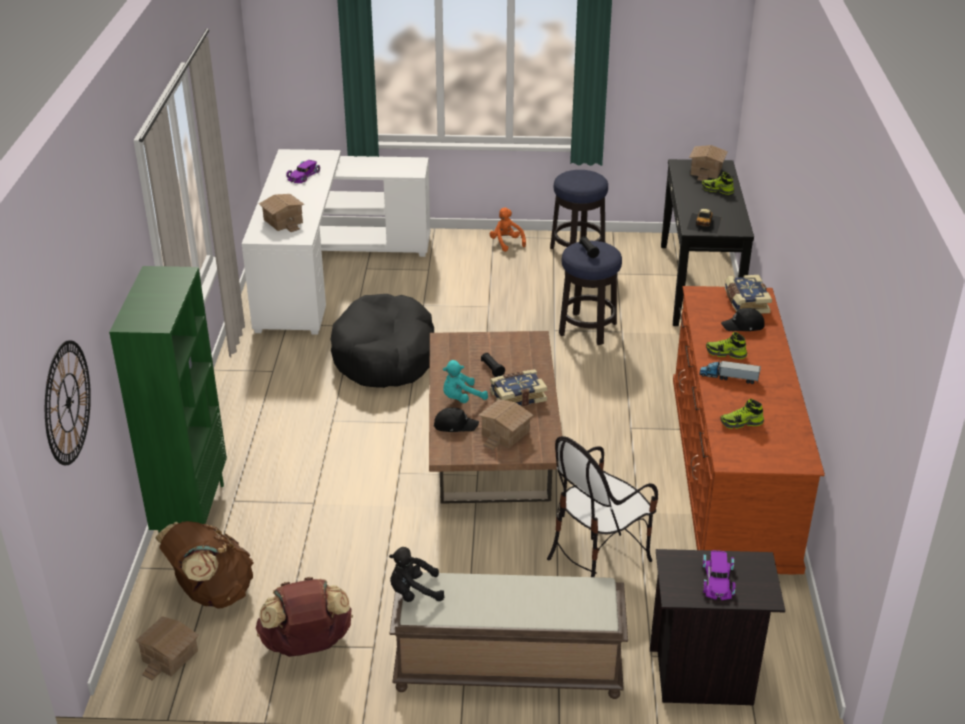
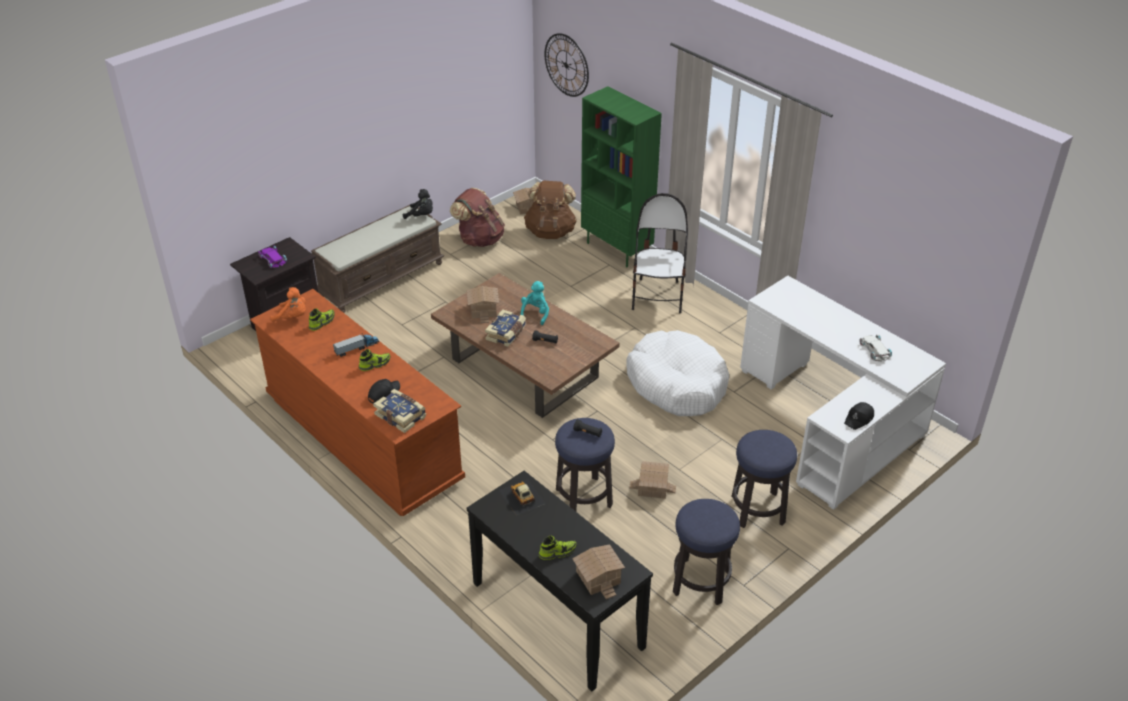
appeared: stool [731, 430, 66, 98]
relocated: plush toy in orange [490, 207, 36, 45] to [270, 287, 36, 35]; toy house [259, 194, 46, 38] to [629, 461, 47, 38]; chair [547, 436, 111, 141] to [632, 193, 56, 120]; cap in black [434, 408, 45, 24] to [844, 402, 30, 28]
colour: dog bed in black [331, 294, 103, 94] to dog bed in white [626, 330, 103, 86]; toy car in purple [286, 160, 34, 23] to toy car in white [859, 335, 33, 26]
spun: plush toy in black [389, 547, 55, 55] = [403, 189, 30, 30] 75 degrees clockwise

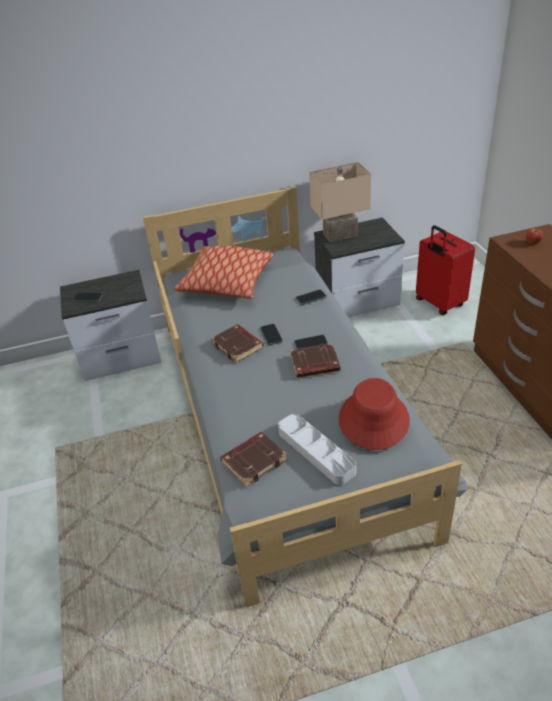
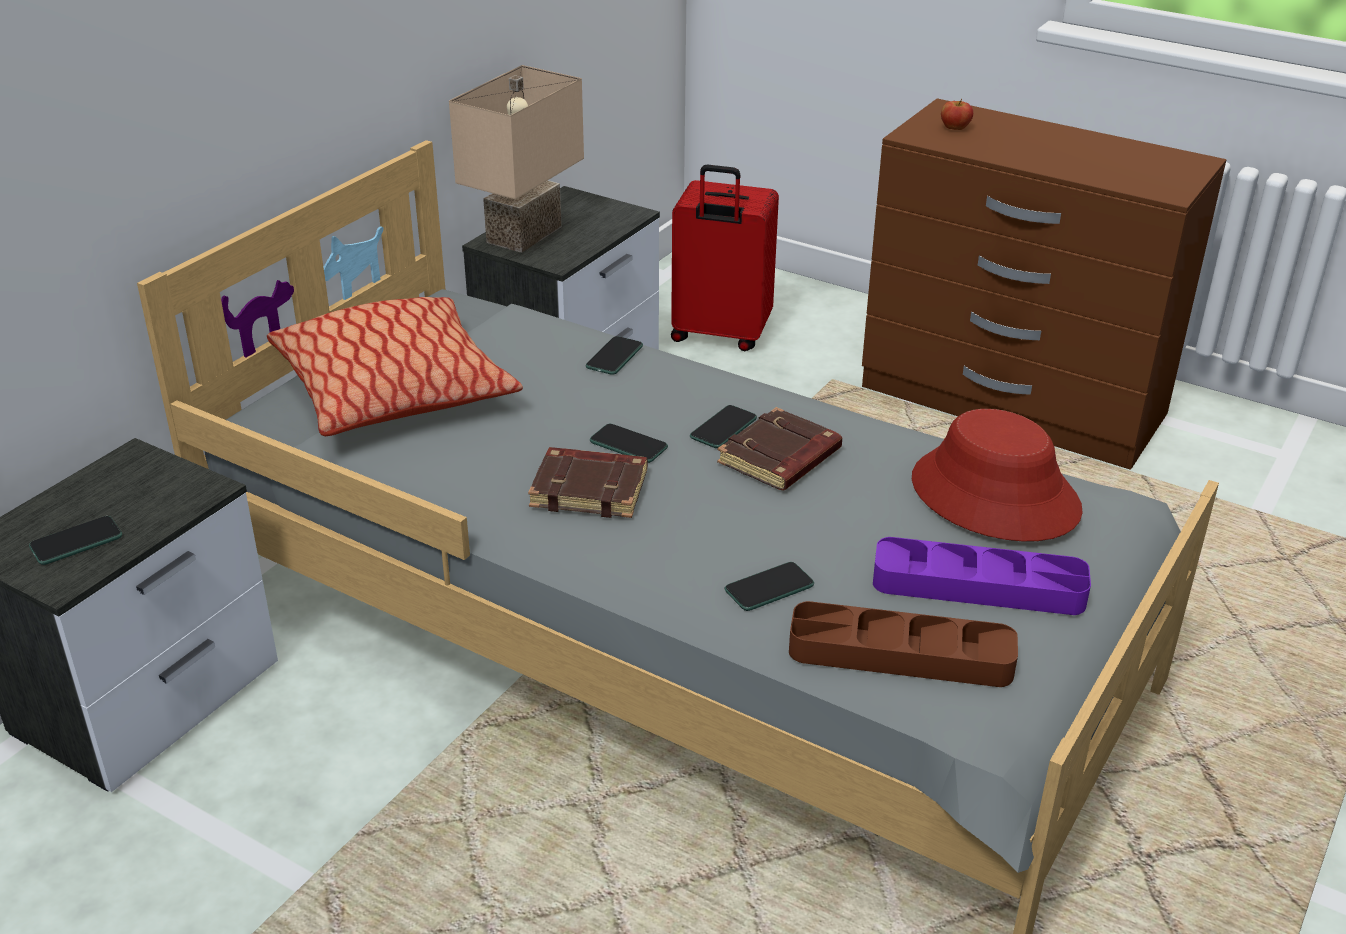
appeared: phone [725, 562, 89, 49]
exchanged: book in brown [220, 432, 67, 55] to tray in brown [789, 601, 229, 86]
colour: tray in grey [278, 414, 78, 71] to tray in purple [873, 537, 218, 78]

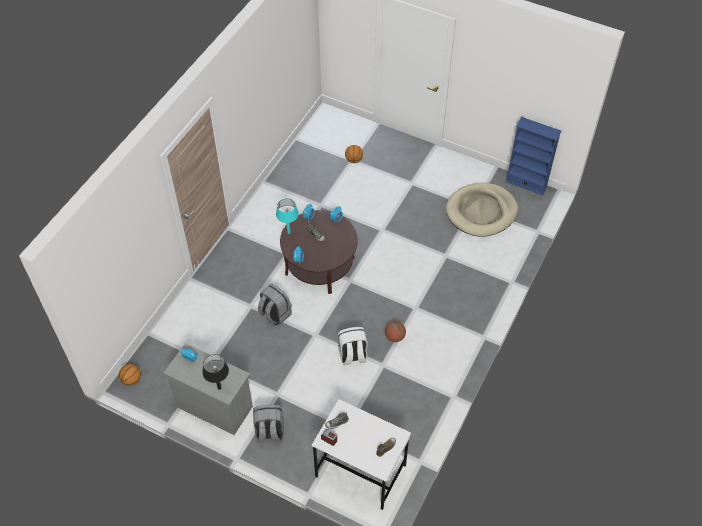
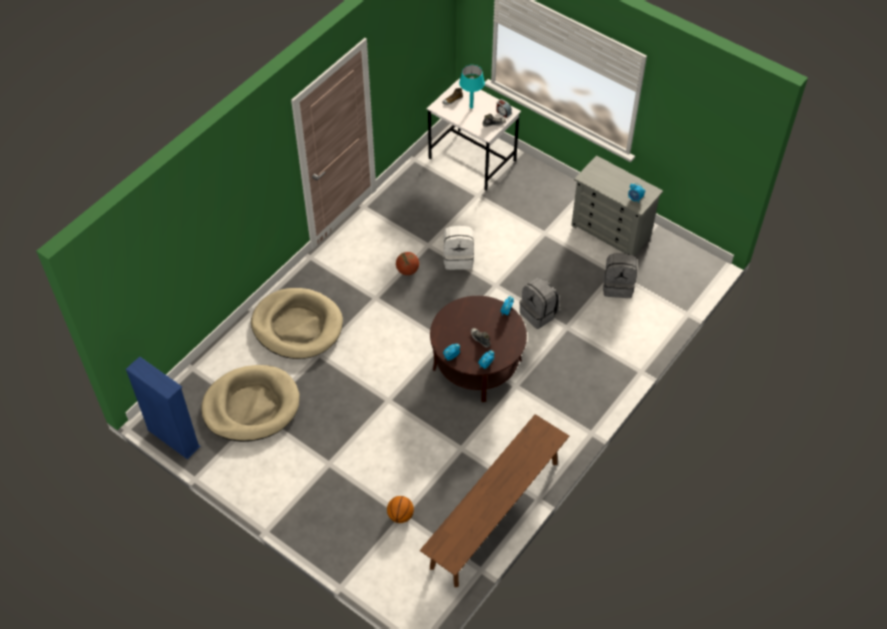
missing: basketball [119, 364, 22, 22]; table lamp in black [202, 354, 27, 36]
appeared: dog bed in beige [251, 288, 92, 71]; bench in brown [420, 414, 149, 173]
relocated: table lamp in turquoise [276, 198, 23, 36] to [459, 65, 26, 44]; backpack in grey [253, 405, 31, 37] to [603, 253, 34, 45]

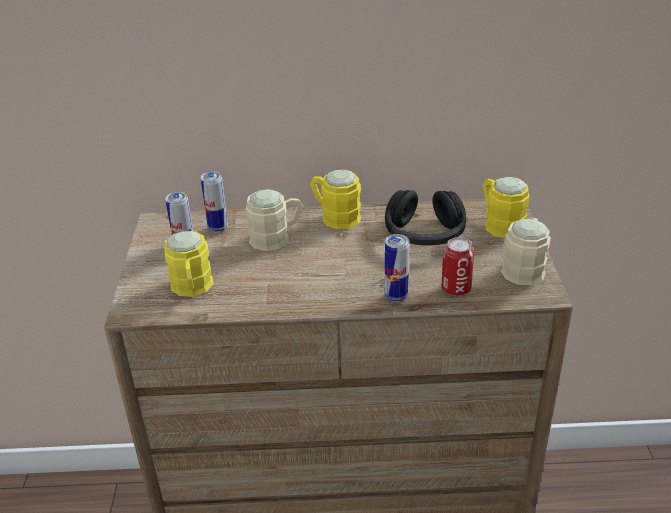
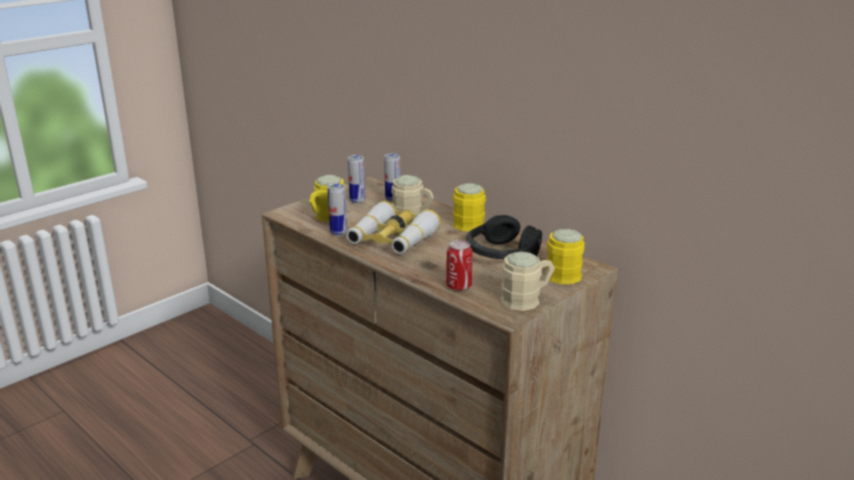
appeared: binoculars [346, 201, 95, 53]
relocated: can [385, 234, 24, 68] to [328, 183, 19, 53]

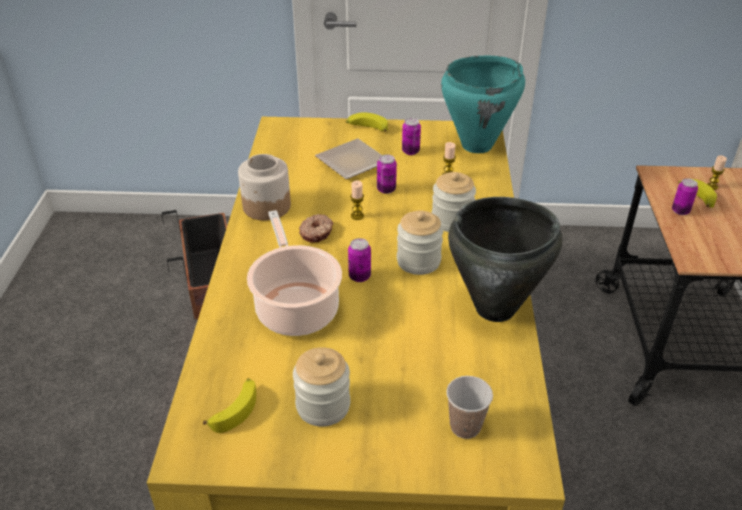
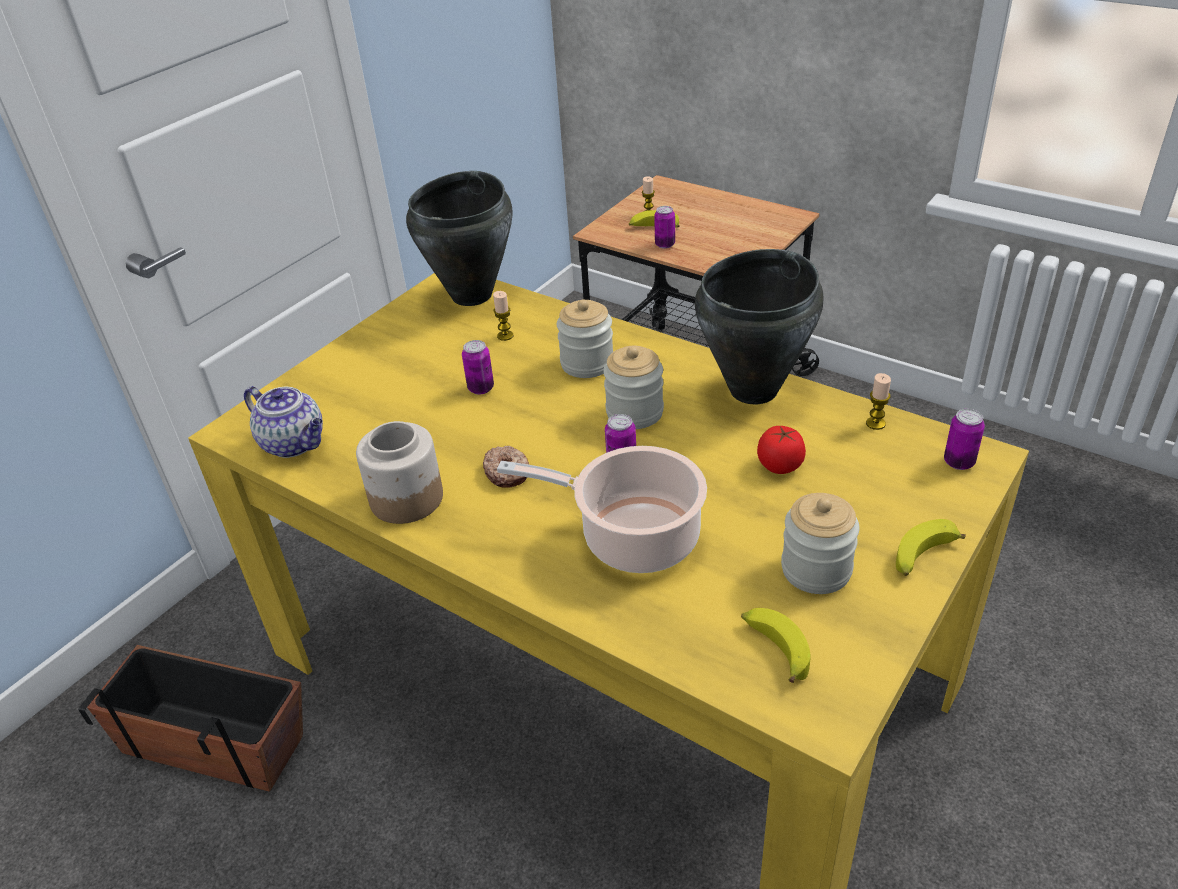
missing: plate [315, 138, 67, 42]; cup [446, 376, 47, 63]
appeared: teapot [244, 386, 79, 72]; tomato [757, 426, 49, 48]
relocated: candle [350, 180, 14, 40] to [866, 373, 25, 57]; banana [345, 112, 43, 20] to [896, 519, 70, 57]; can [402, 118, 19, 37] to [944, 409, 41, 61]
colour: cooking pot in turquoise [441, 56, 84, 97] to cooking pot in black [406, 171, 107, 135]

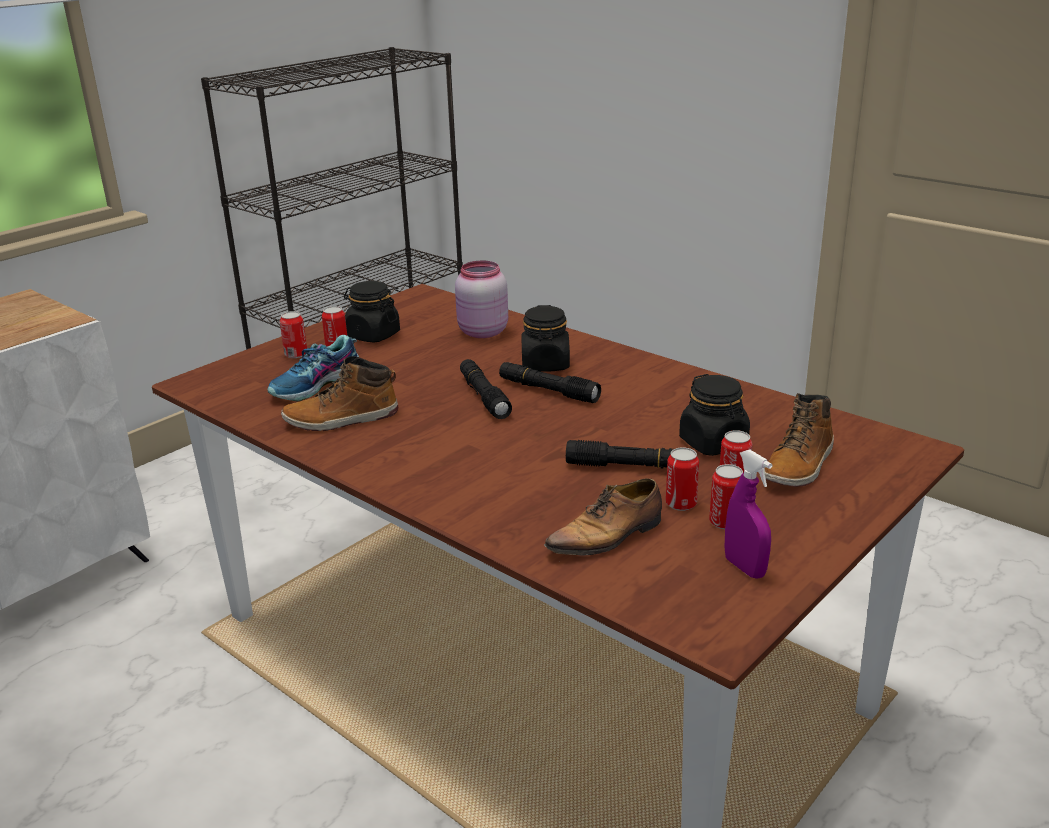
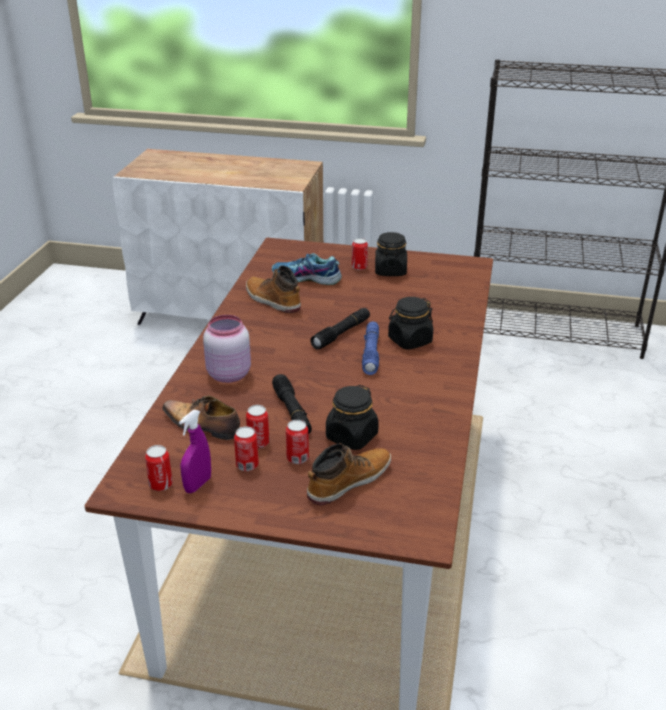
relocated: can [280, 311, 27, 47] to [145, 445, 28, 46]; jar in pink [455, 261, 53, 77] to [203, 315, 48, 68]
colour: flashlight in black [499, 362, 102, 41] to flashlight in blue [362, 322, 17, 53]
spun: boot [764, 393, 70, 94] = [307, 443, 84, 62] 135 degrees clockwise

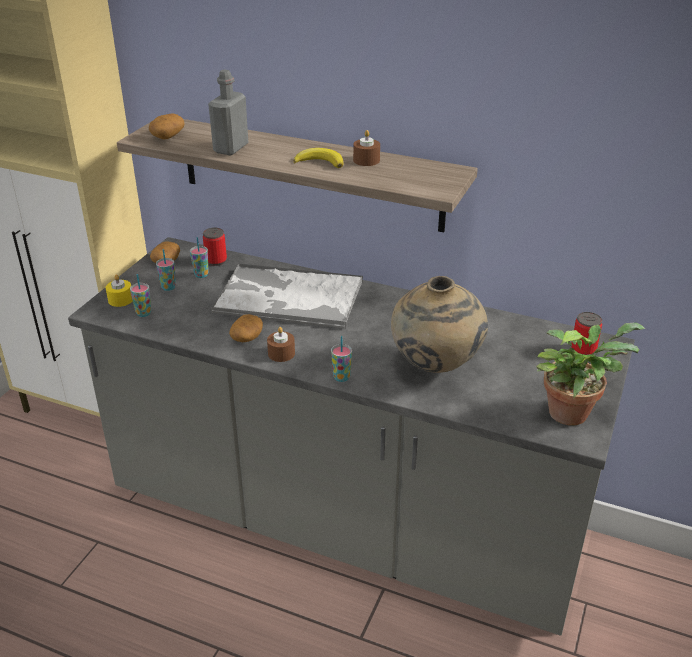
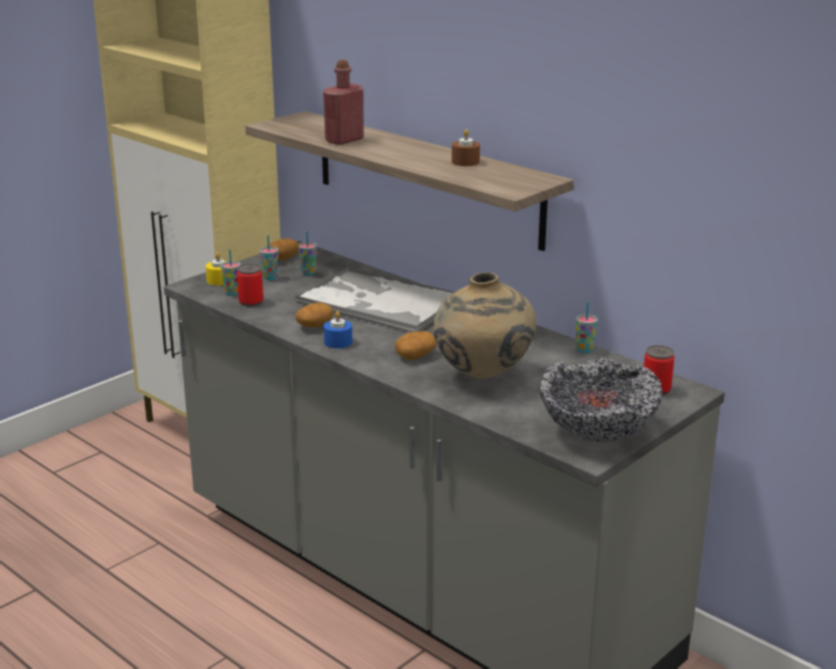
missing: banana [293, 148, 51, 20]
relocated: can [203, 228, 24, 38] to [237, 264, 26, 43]; potato [149, 114, 36, 26] to [395, 331, 41, 29]; cup [331, 336, 21, 46] to [576, 302, 22, 51]
exchanged: potted plant [536, 323, 109, 103] to bowl [539, 358, 124, 84]
colour: bottle in grey [208, 69, 40, 86] to bottle in red [323, 60, 41, 85]; candle in brown [267, 327, 28, 35] to candle in blue [324, 311, 28, 37]

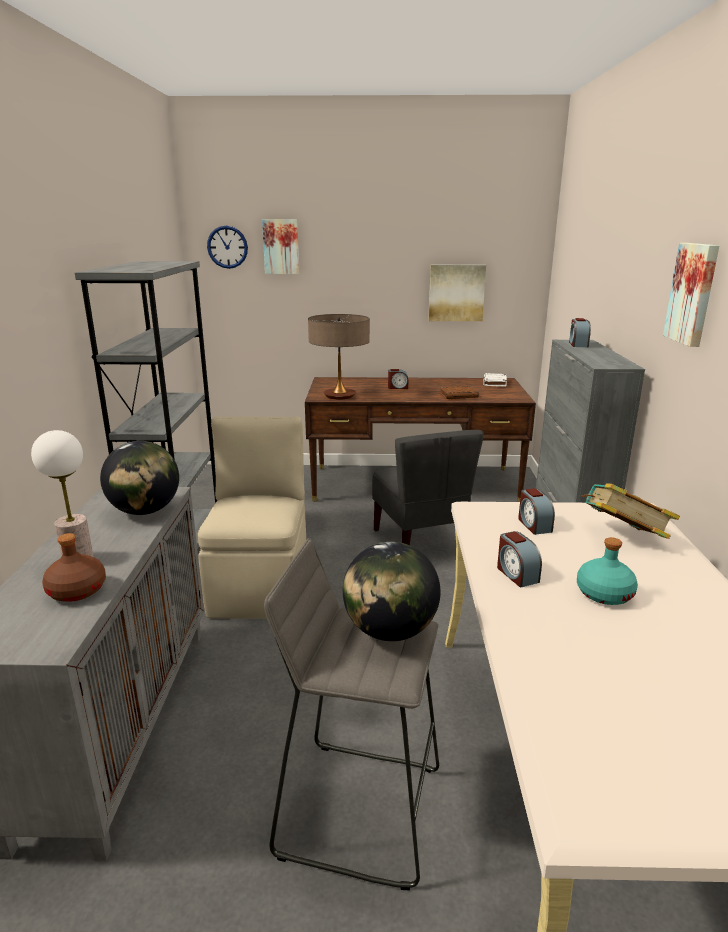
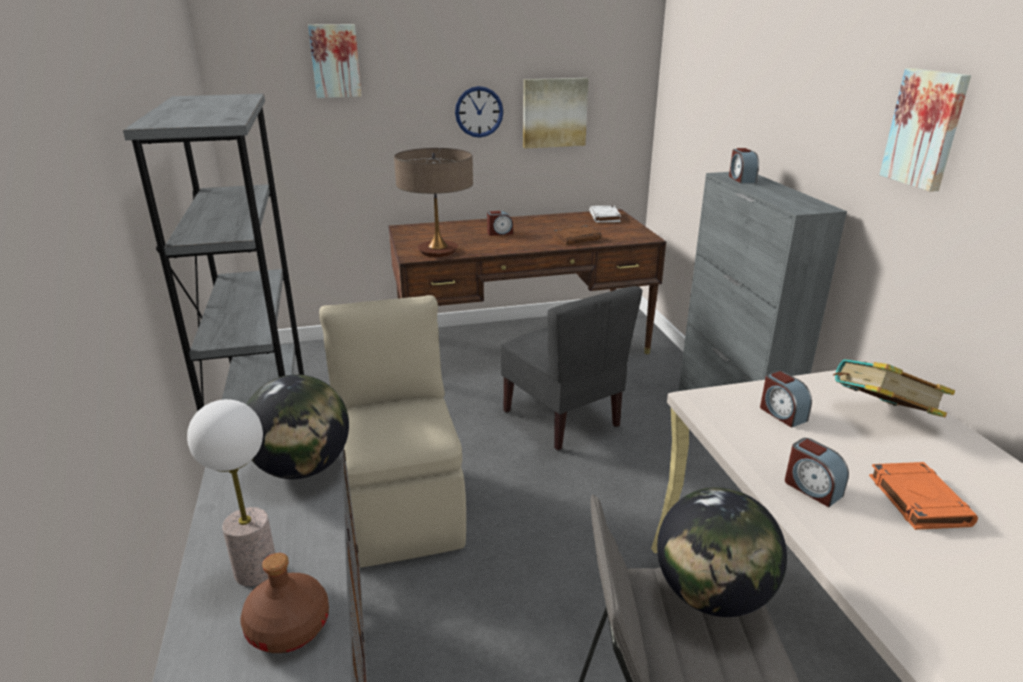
relocated: wall clock [207, 226, 41, 43] to [455, 86, 48, 52]
exchanged: bottle in turquoise [577, 537, 61, 68] to book in orange [869, 462, 109, 68]

